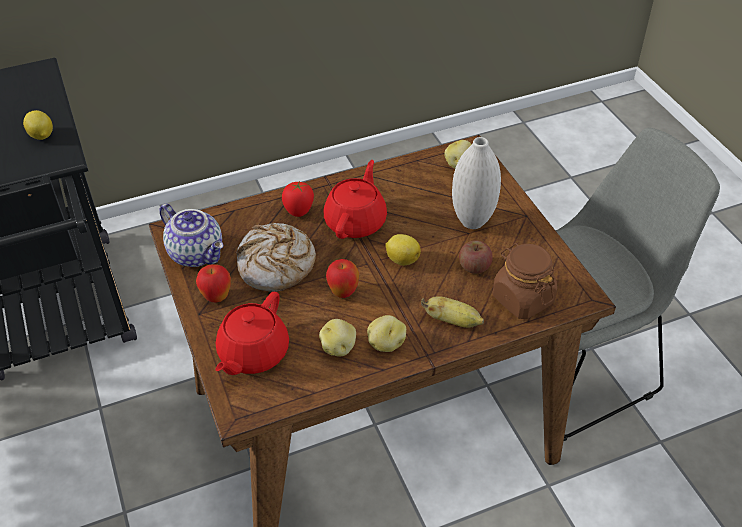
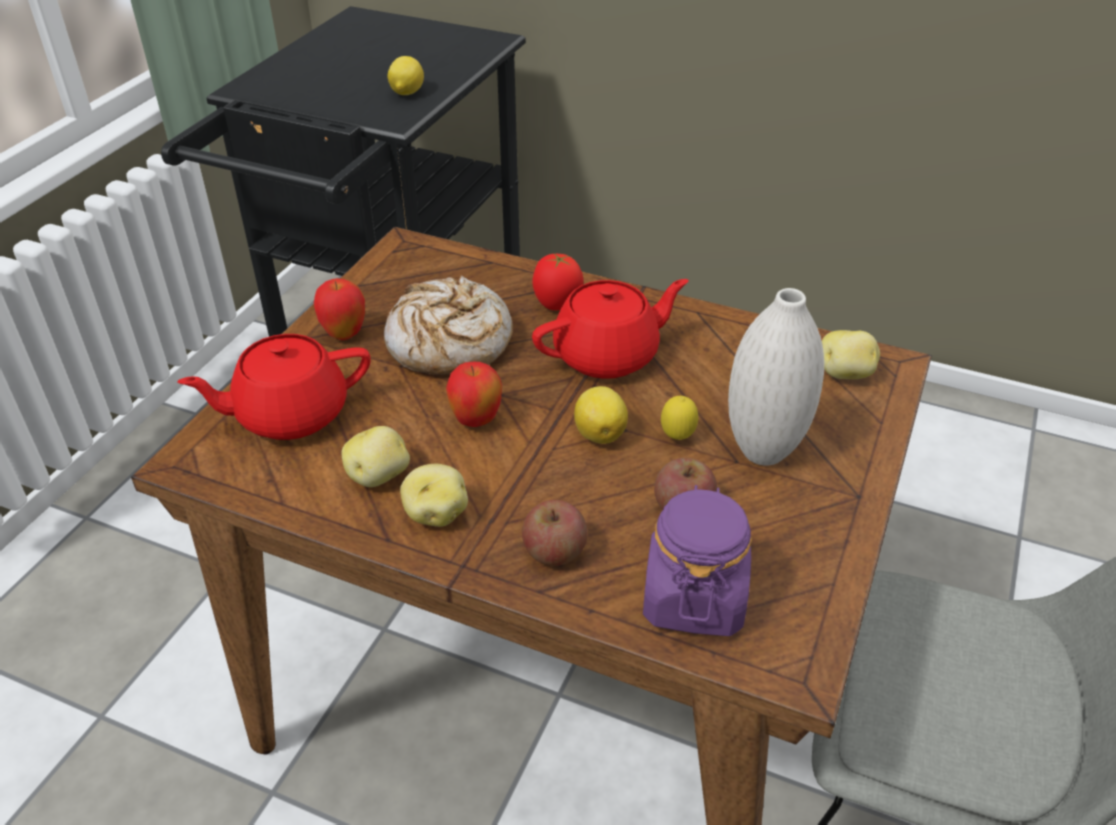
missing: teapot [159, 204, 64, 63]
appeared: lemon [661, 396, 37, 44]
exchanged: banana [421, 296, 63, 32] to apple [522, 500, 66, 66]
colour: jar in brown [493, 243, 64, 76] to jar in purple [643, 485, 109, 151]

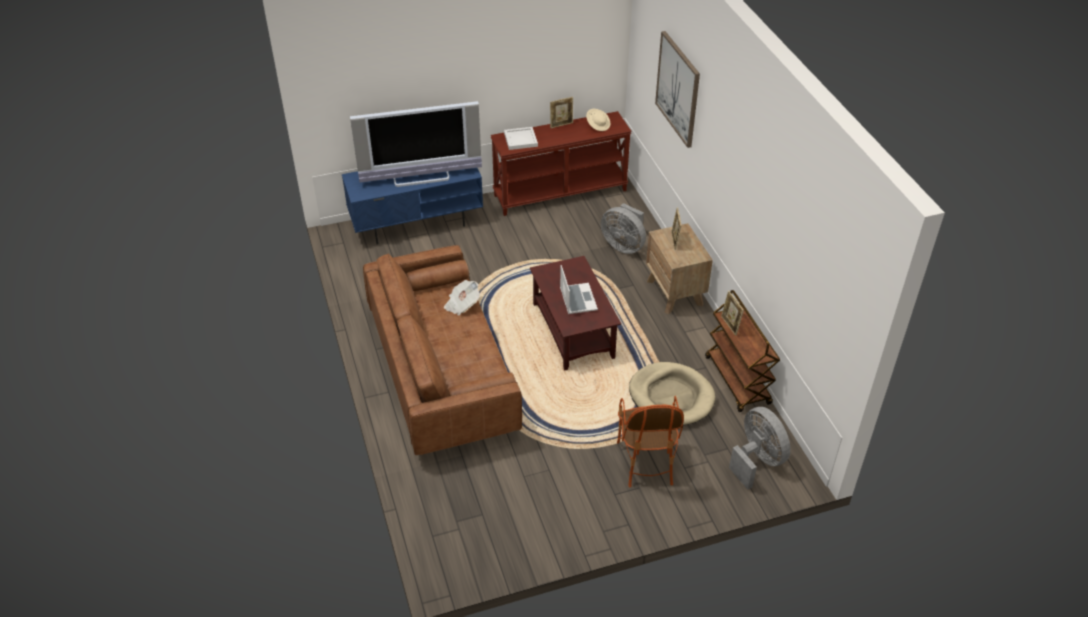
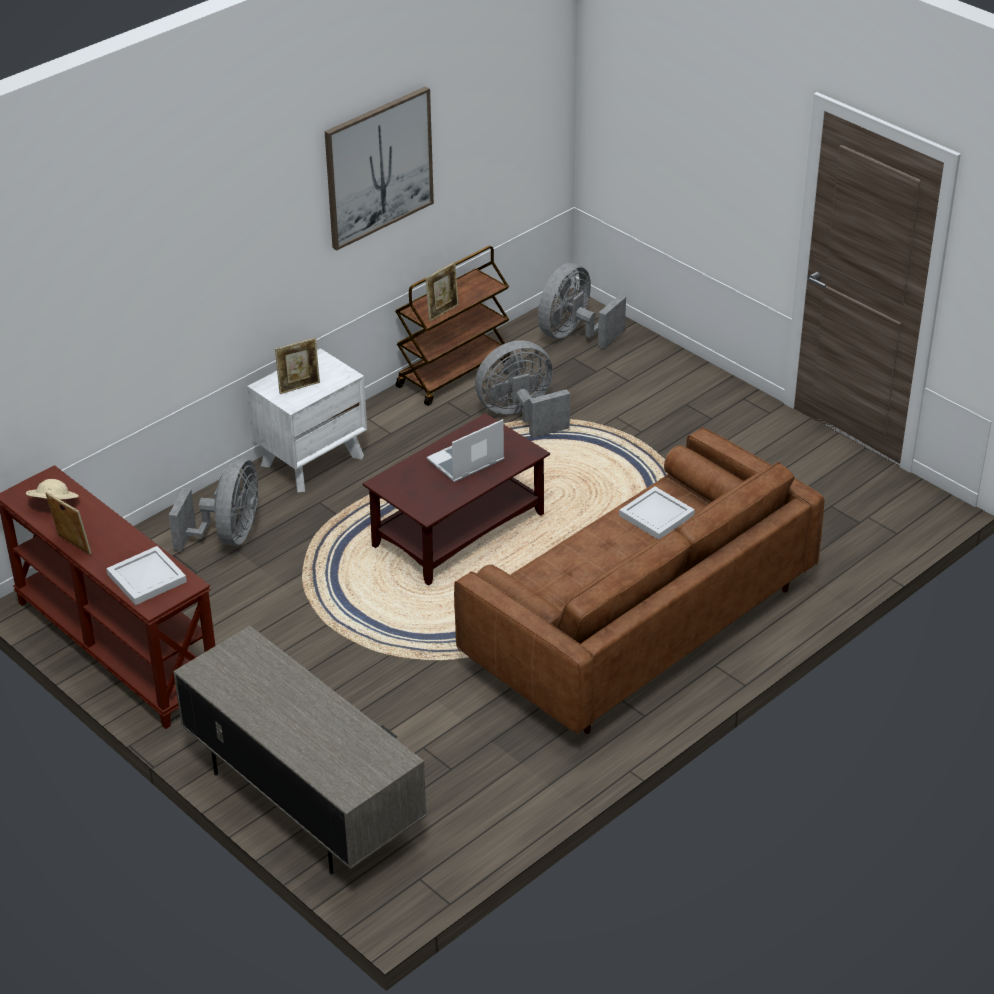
missing: television [350, 101, 132, 86]; newspaper [444, 280, 36, 35]; armchair [617, 396, 67, 91]
appeared: tray in white [619, 487, 76, 52]
relocated: picture [655, 31, 45, 117] to [325, 87, 109, 163]
exchanged: dog bed in beige [629, 362, 87, 64] to fan in grey [475, 340, 95, 98]
colour: tv stand in blue [342, 168, 141, 76] to tv stand in grey [173, 626, 254, 248]; nightstand in brown [646, 223, 67, 91] to nightstand in white [247, 348, 120, 144]

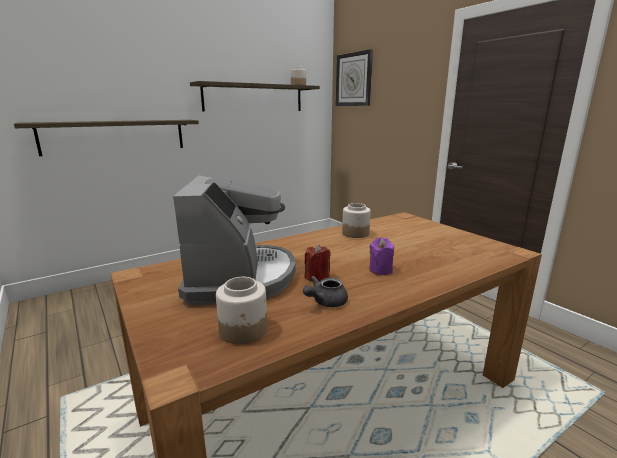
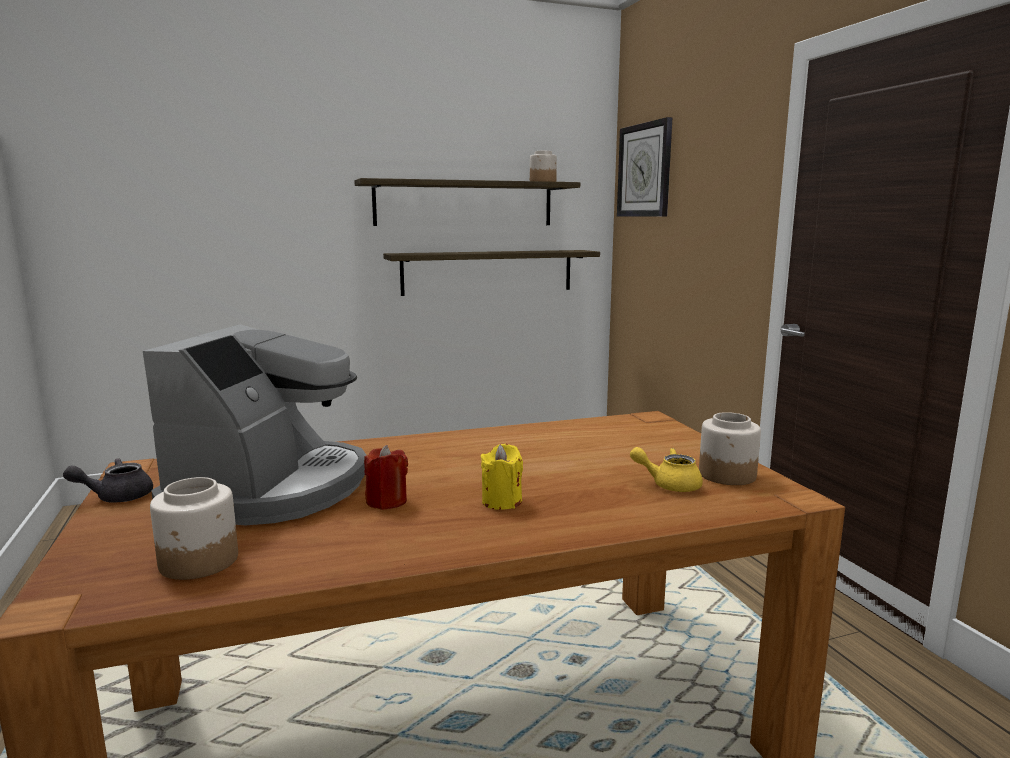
appeared: teapot in yellow [630, 447, 73, 45]
relocated: teapot in grey [303, 276, 45, 31] to [63, 458, 90, 44]; shelf [14, 120, 185, 36] to [383, 250, 217, 46]; jar [342, 203, 29, 35] to [699, 412, 62, 73]
colour: candle in purple [369, 237, 25, 38] to candle in yellow [481, 444, 42, 66]

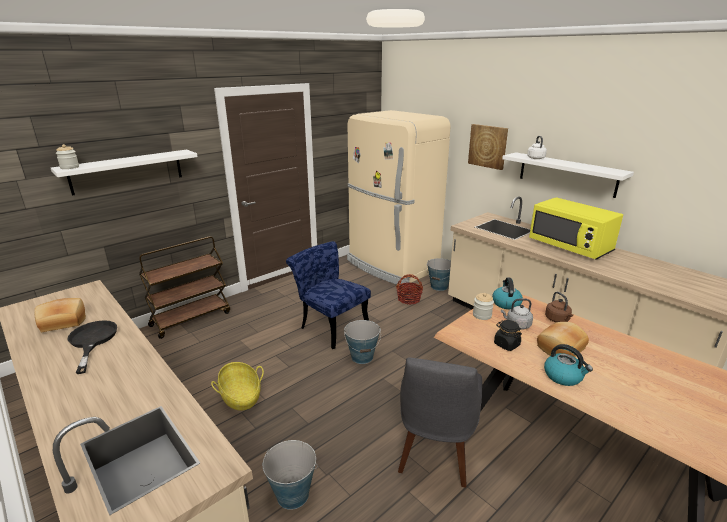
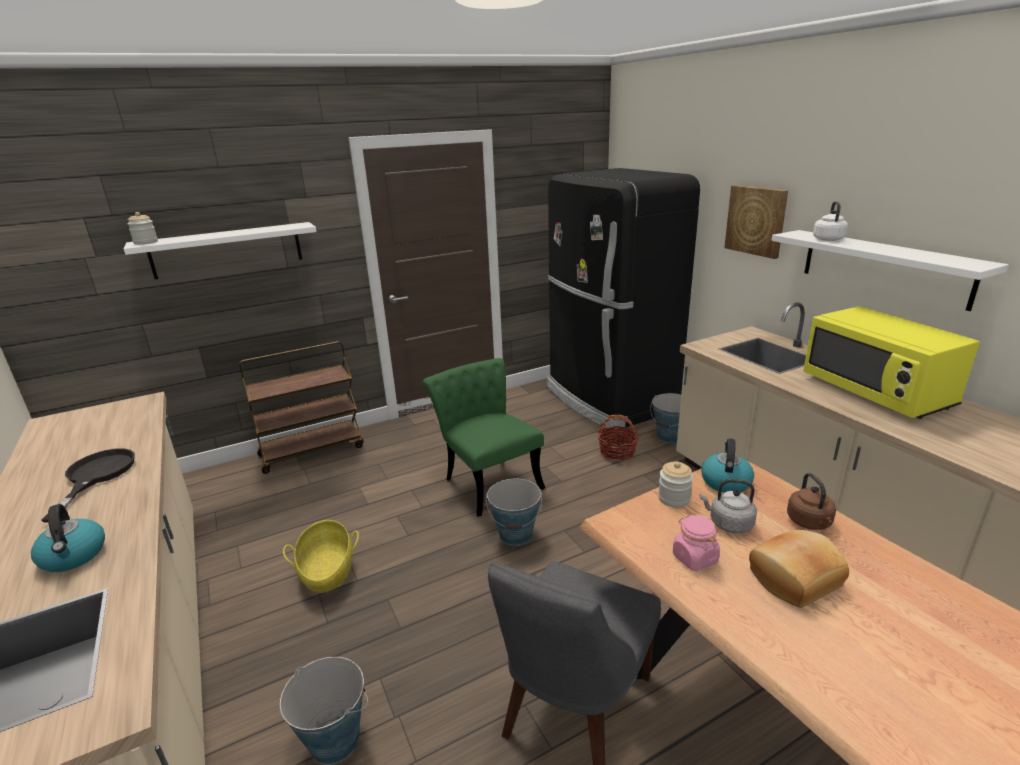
missing: bread [34, 298, 52, 34]
relocated: kettle [544, 344, 49, 42] to [31, 504, 74, 68]
colour: chair in blue [286, 241, 85, 108] to chair in green [423, 358, 122, 159]; fridge in beige [347, 110, 104, 175] to fridge in black [547, 168, 153, 260]; jar in black [494, 320, 28, 31] to jar in pink [673, 515, 47, 56]

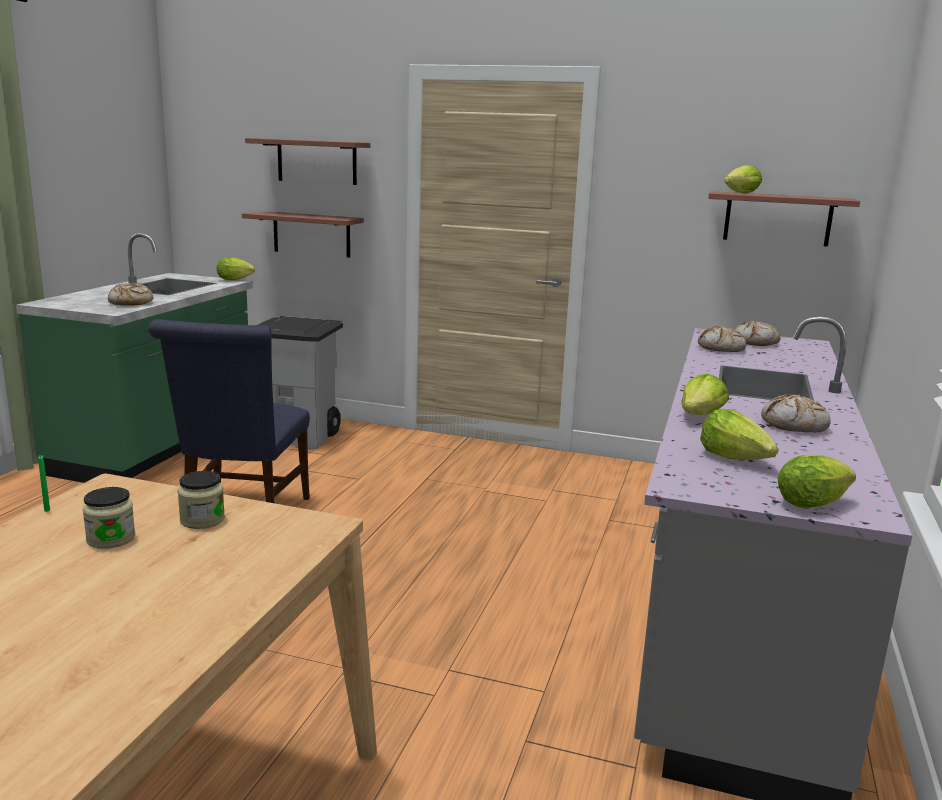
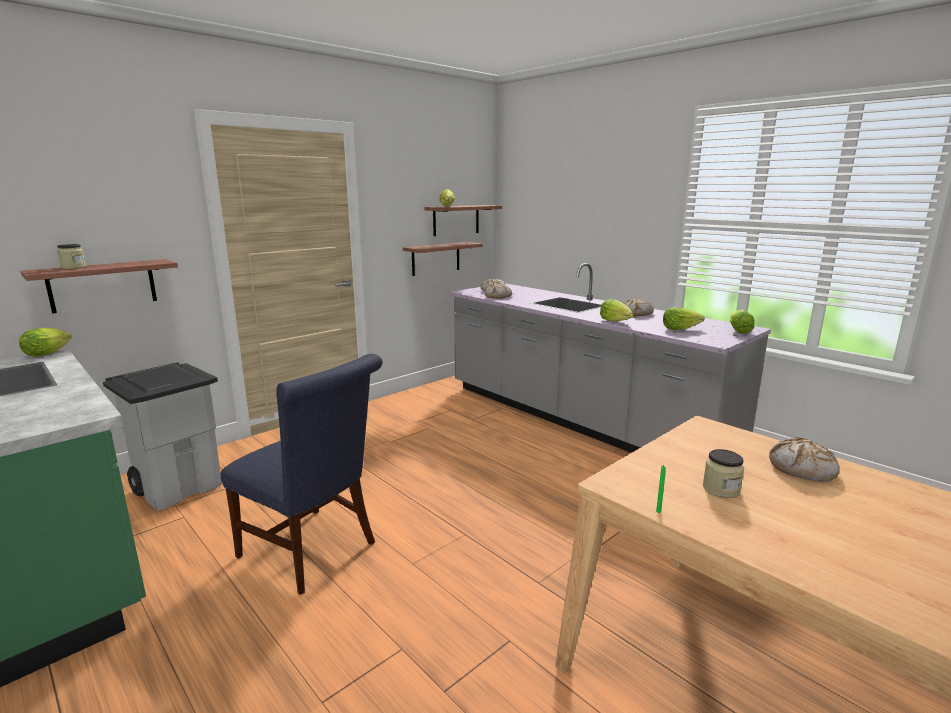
relocated: jar [178, 471, 47, 58] to [57, 244, 29, 25]; shelf [245, 138, 126, 47] to [403, 242, 80, 34]; bread [108, 283, 45, 23] to [769, 437, 71, 45]

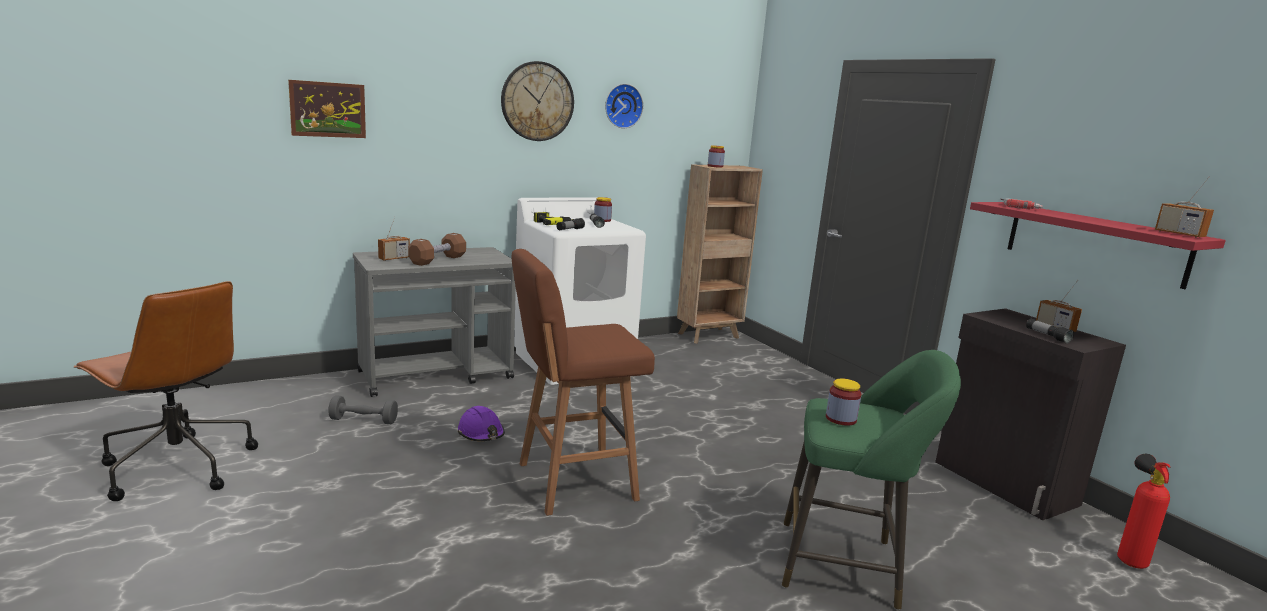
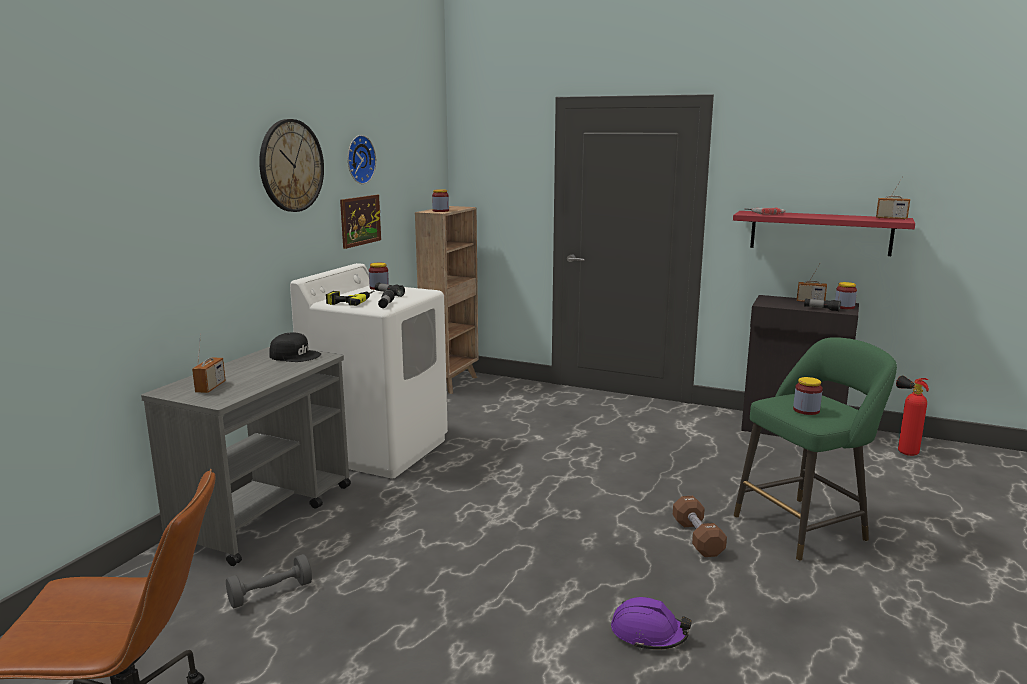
missing: stool in brown [512, 249, 143, 267]
appeared: cap in black [269, 332, 52, 30]; jar [835, 282, 22, 27]
relocated: picture [288, 80, 78, 58] to [340, 195, 41, 54]; hard hat in purple [458, 406, 47, 35] to [611, 597, 81, 53]; dumbbell in brown [408, 233, 58, 33] to [673, 496, 54, 61]

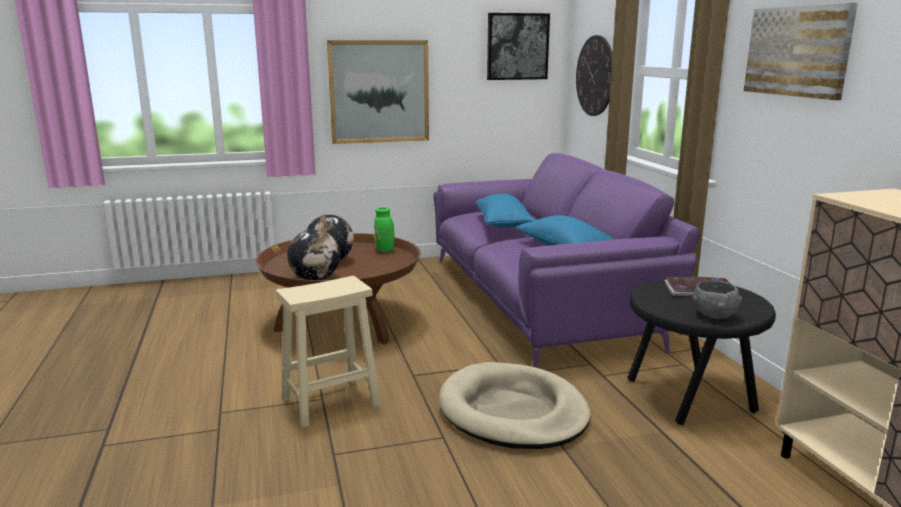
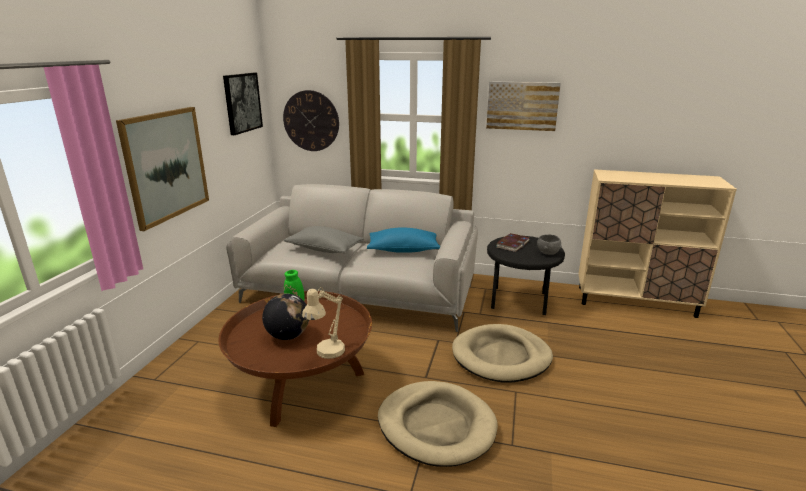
exchanged: globe [287, 229, 53, 51] to table lamp in beige [302, 287, 43, 72]; stool in beige [275, 276, 105, 152] to dog bed in beige [378, 381, 120, 86]
colour: sofa in purple [434, 153, 266, 215] to sofa in grey [226, 184, 252, 148]; pillow in blue [475, 194, 61, 34] to pillow in grey [284, 226, 80, 28]

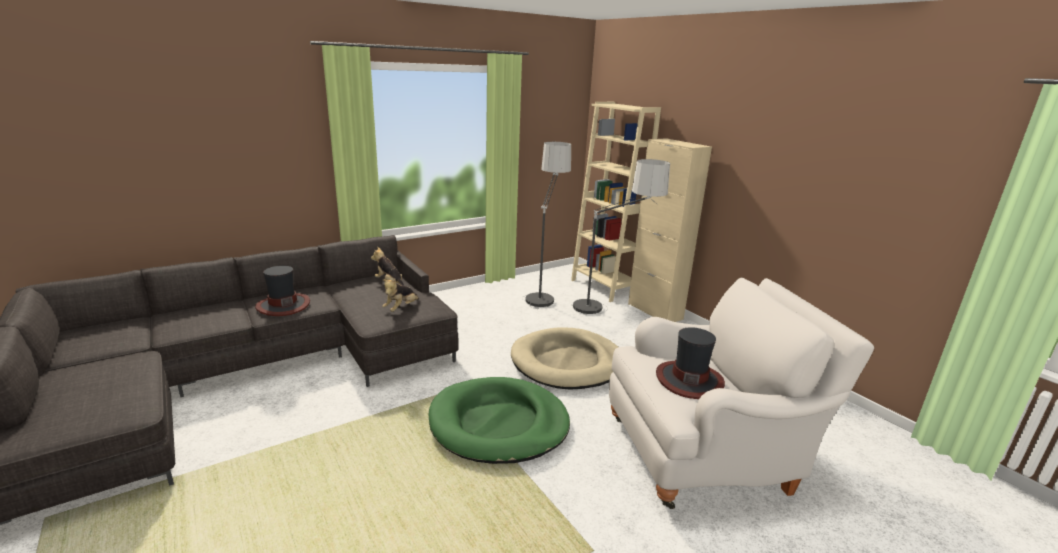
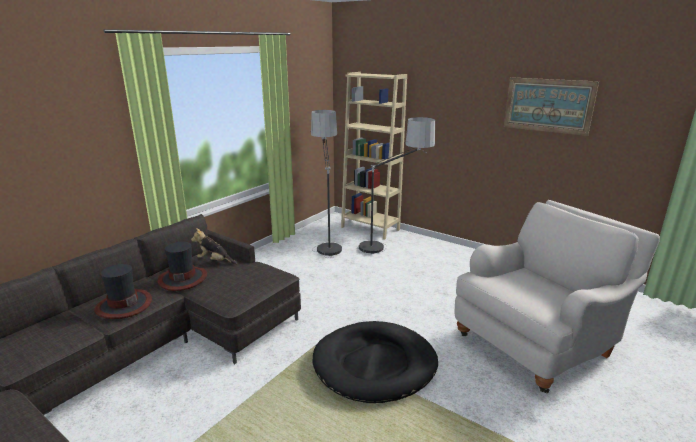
missing: plush toy [382, 279, 37, 33]; dog bed in beige [511, 327, 107, 63]; cabinet in beige [628, 138, 84, 184]
appeared: picture [504, 77, 95, 59]
relocated: hat [656, 327, 69, 72] to [157, 242, 50, 49]
colour: dog bed in green [428, 377, 142, 87] to dog bed in black [313, 321, 125, 82]

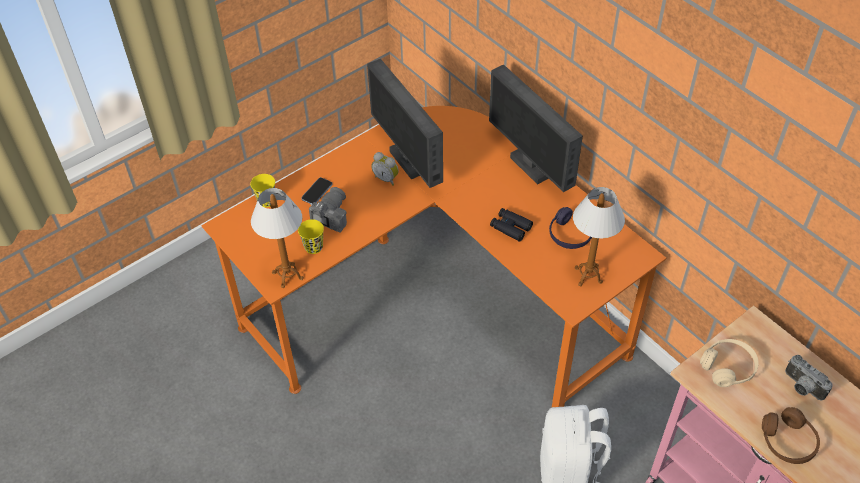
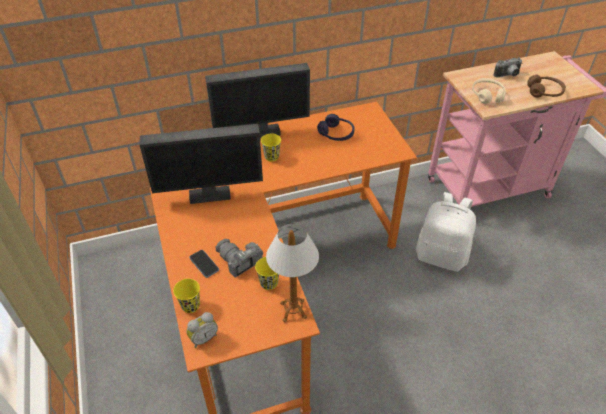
missing: binoculars in black [490, 208, 43, 34]; table lamp [573, 187, 52, 99]
appeared: cup in yellow [261, 133, 20, 29]
relocated: alarm clock [371, 152, 28, 34] to [187, 312, 31, 36]

